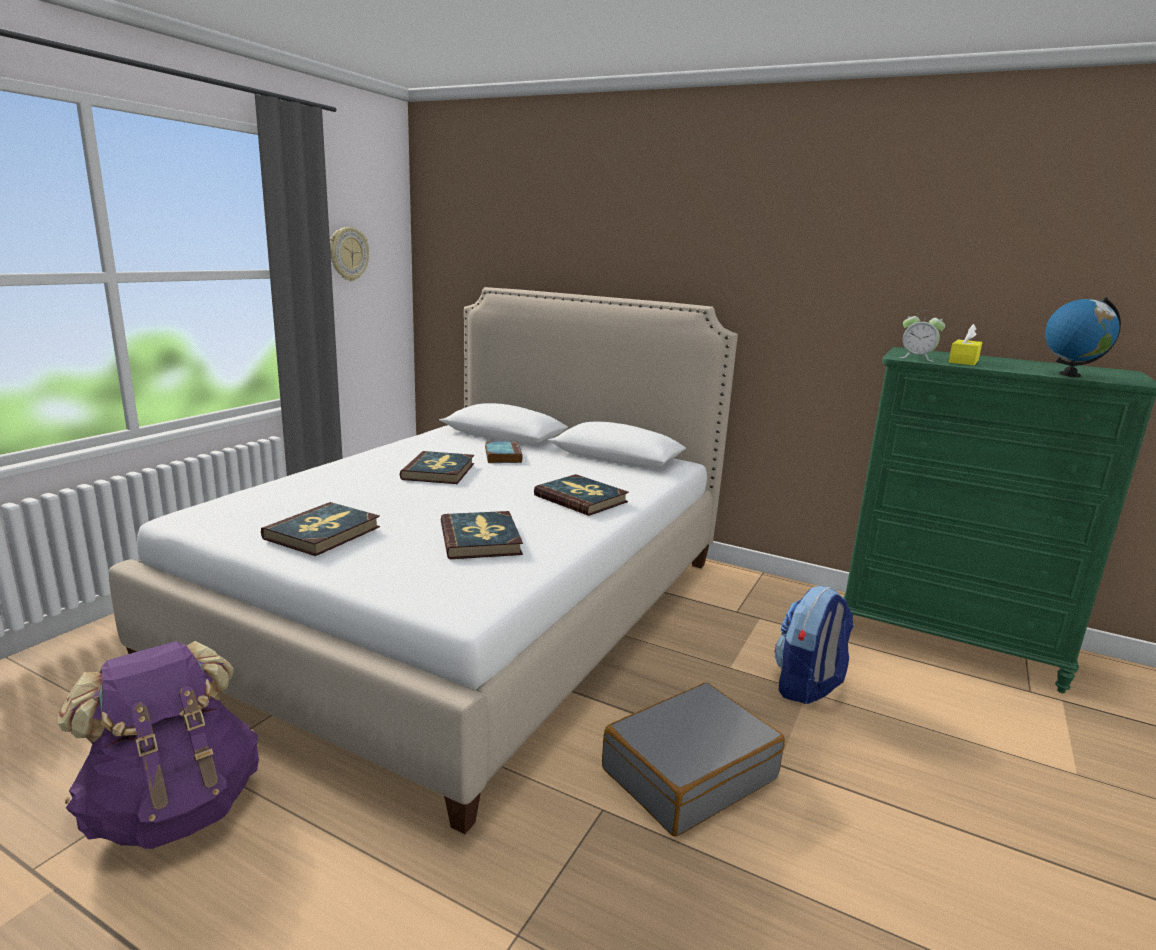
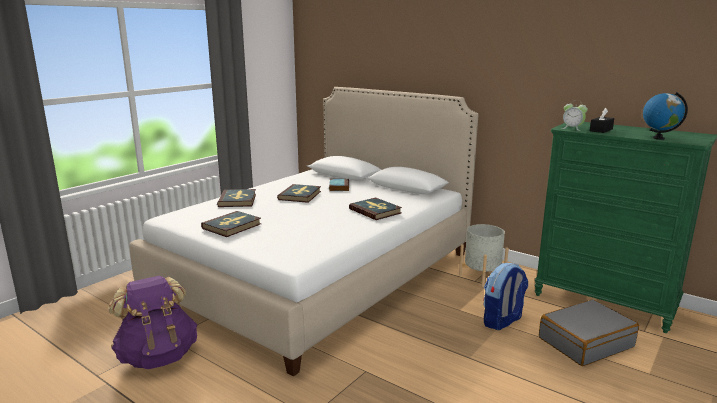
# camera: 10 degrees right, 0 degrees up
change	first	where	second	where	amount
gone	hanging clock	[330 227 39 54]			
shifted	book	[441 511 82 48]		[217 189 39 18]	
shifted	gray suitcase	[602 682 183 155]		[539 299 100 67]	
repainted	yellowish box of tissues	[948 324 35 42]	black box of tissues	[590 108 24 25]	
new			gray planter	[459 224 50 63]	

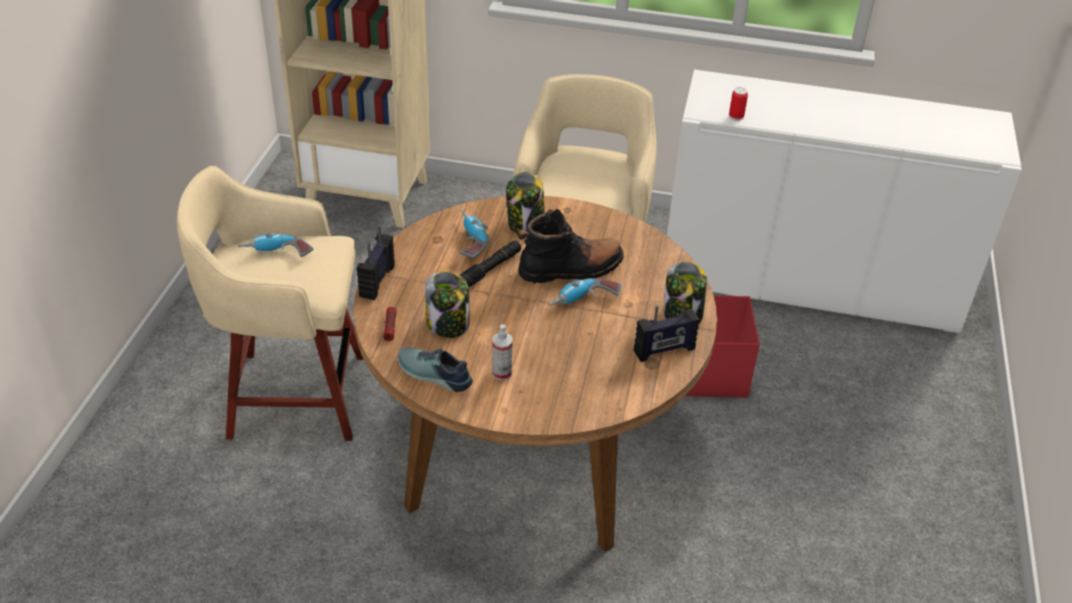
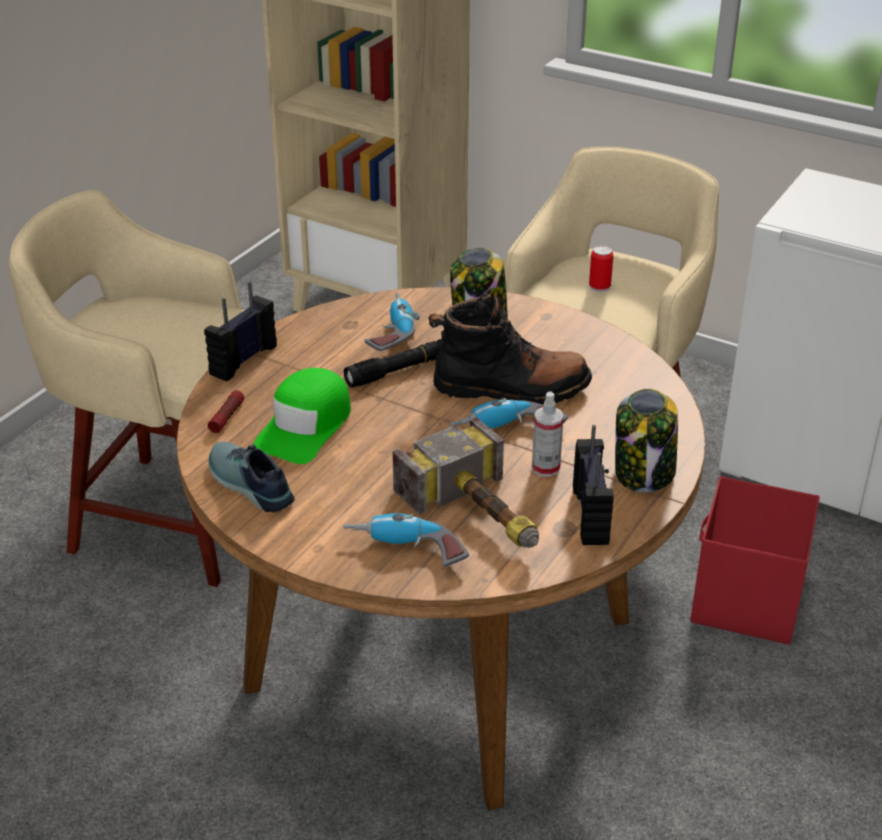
# camera: 20 degrees right, 5 degrees down
change	first	where	second	where	amount
shifted	electric drill	[238 232 75 25]		[344 513 125 54]	
swapped	jar	[425 271 45 67]	green peaked cap	[253 368 98 96]	
shifted	sprayer	[492 324 21 57]		[532 391 32 86]	
rotated	radio set	[634 299 66 63]		[573 425 41 120]	90 degrees counterclockwise
shifted	metal can	[729 87 19 34]		[589 245 24 48]	
new			hand hammer	[392 417 147 131]	

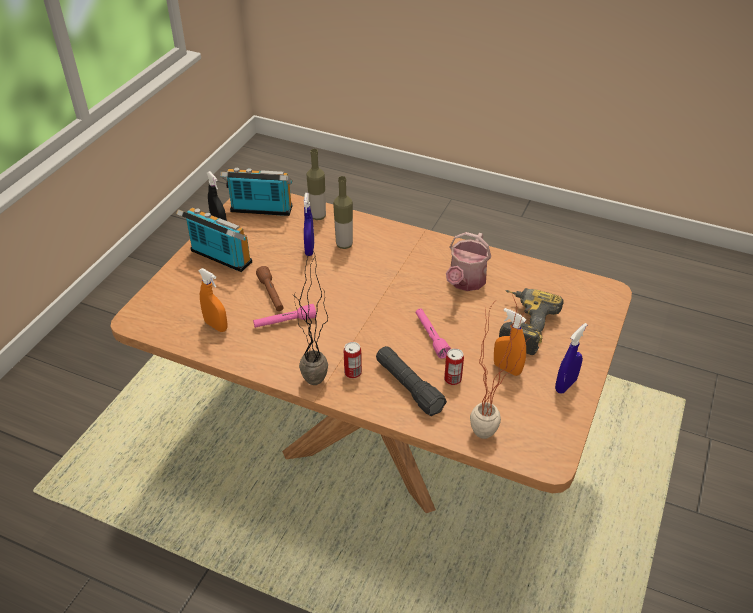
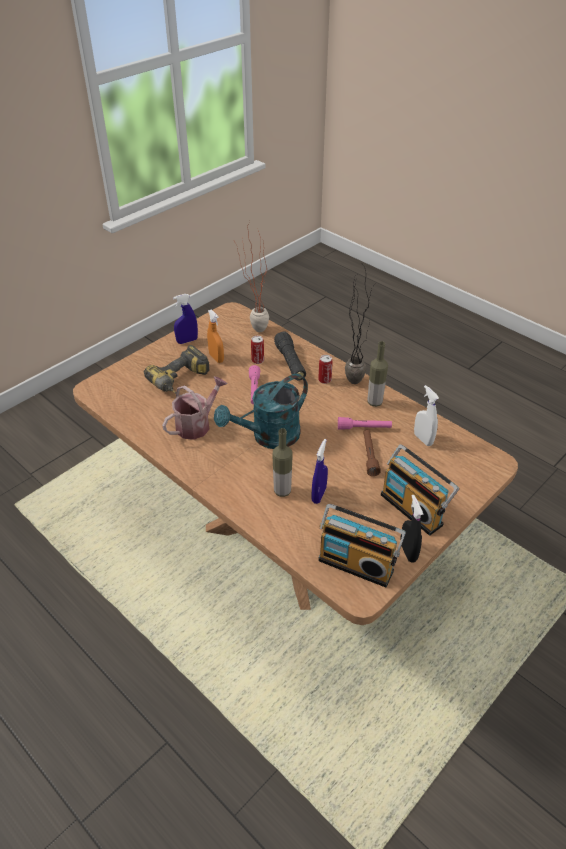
# camera: 160 degrees left, 0 degrees up
change	first	where	second	where	amount
repainted	orange sprayer	[198 268 30 64]	white sprayer	[414 385 25 61]	
shifted	beverage bottle	[306 149 20 71]		[367 341 21 66]	
new			blue-green watering can	[214 374 94 75]	

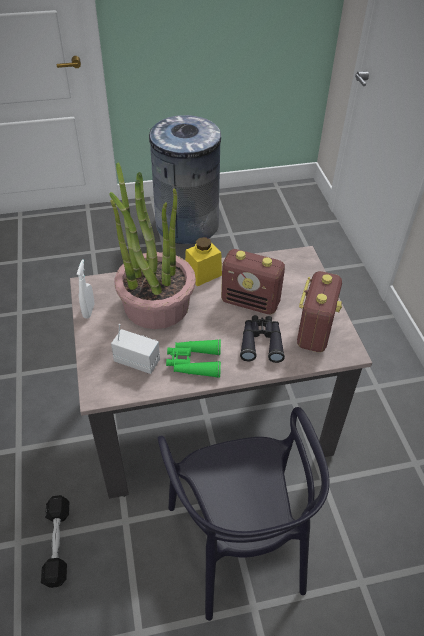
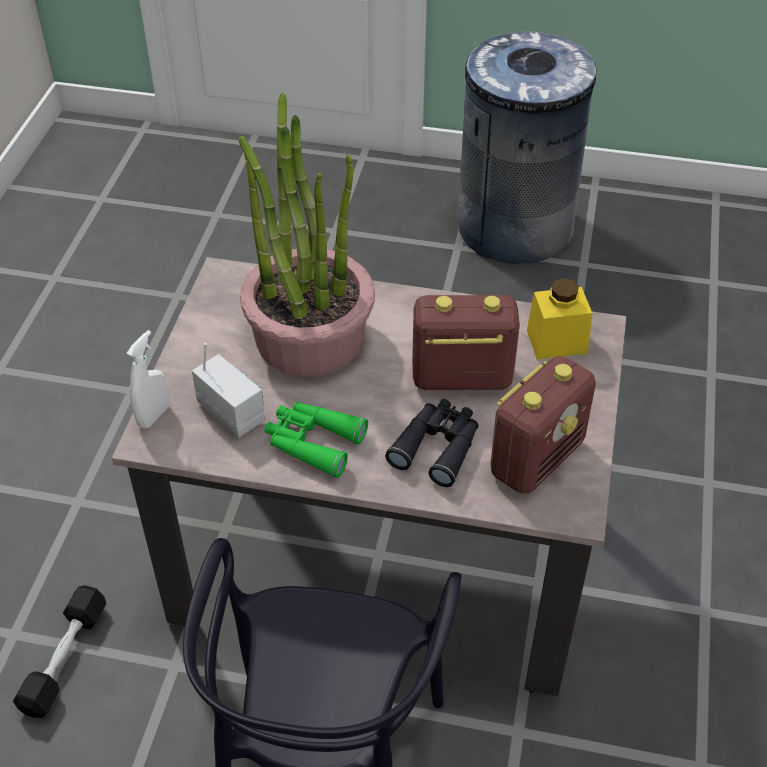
# camera: 25 degrees right, 0 degrees up
change	first	where	second	where	amount
shifted	white sprayer	[77 259 18 59]		[127 330 42 99]	
shifted	yellowish jar	[185 237 37 49]		[527 278 65 81]	
rotated	radio set	[221 249 64 65]		[412 295 108 95]	135 degrees clockwise

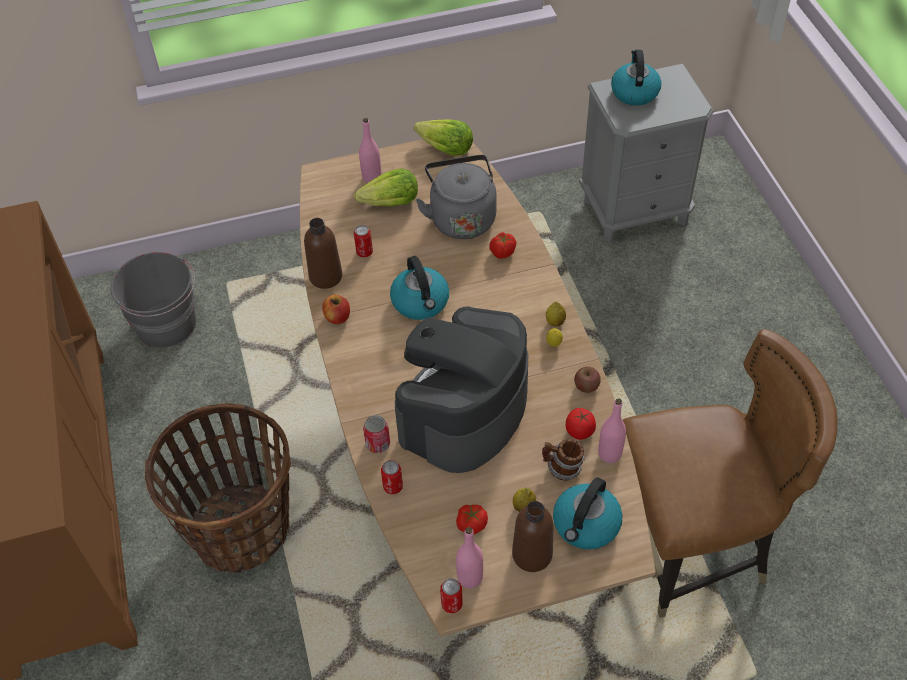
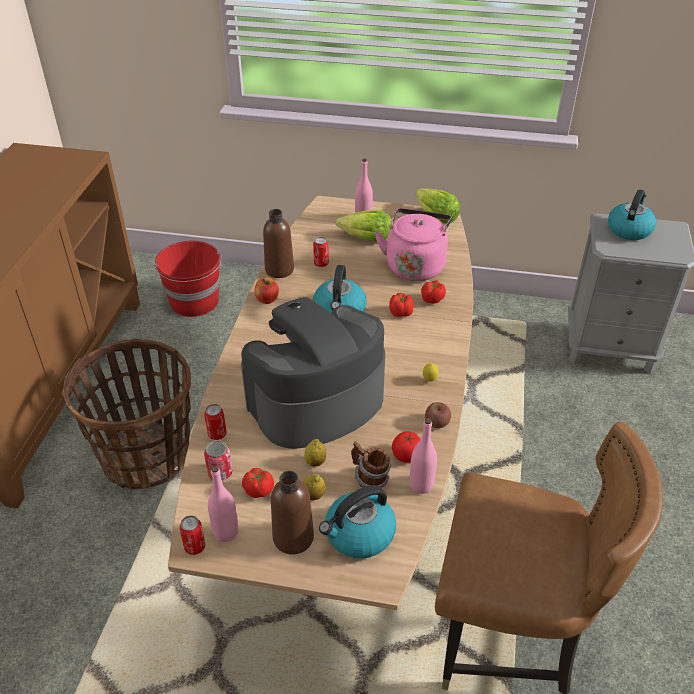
# camera: 25 degrees right, 10 degrees down
change	first	where	second	where	amount
repainted	gray bucket	[110 252 86 96]	red-coloured bucket	[155 241 67 76]	
shifted	metal can	[363 415 27 38]		[204 440 29 41]	
repainted	gray kettle	[416 155 81 84]	pinkish kettle	[375 208 77 73]	
shifted	lemon	[546 301 20 26]		[305 439 21 28]	
new			tomato	[389 293 25 24]	

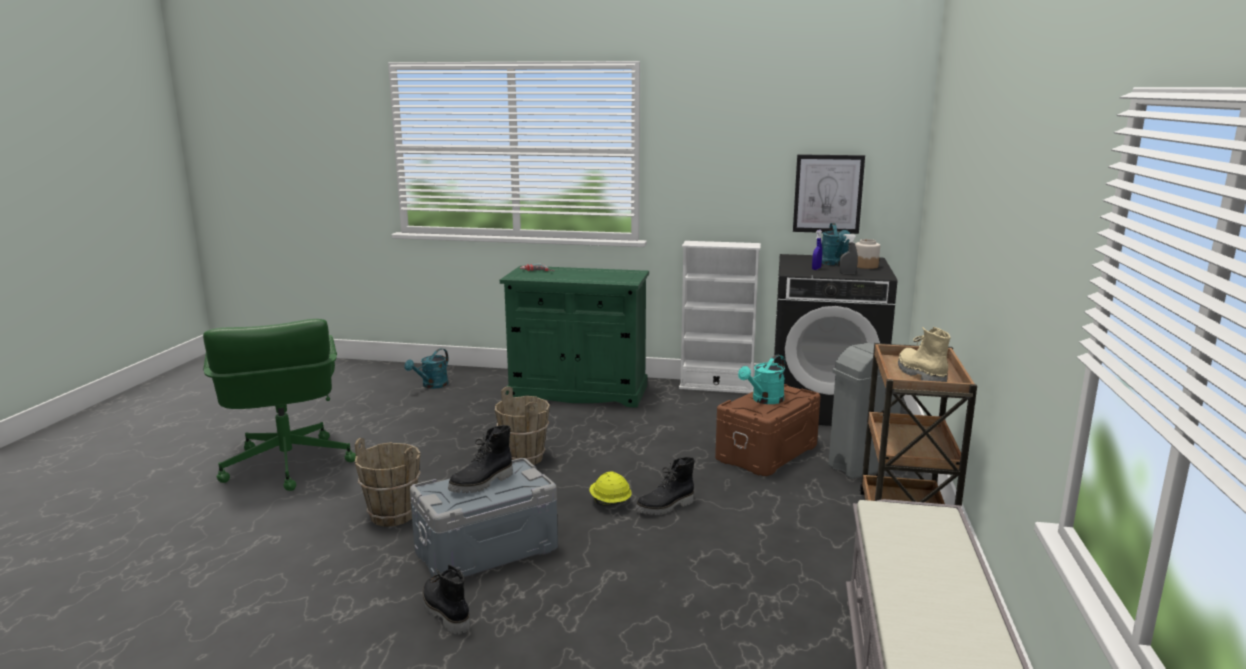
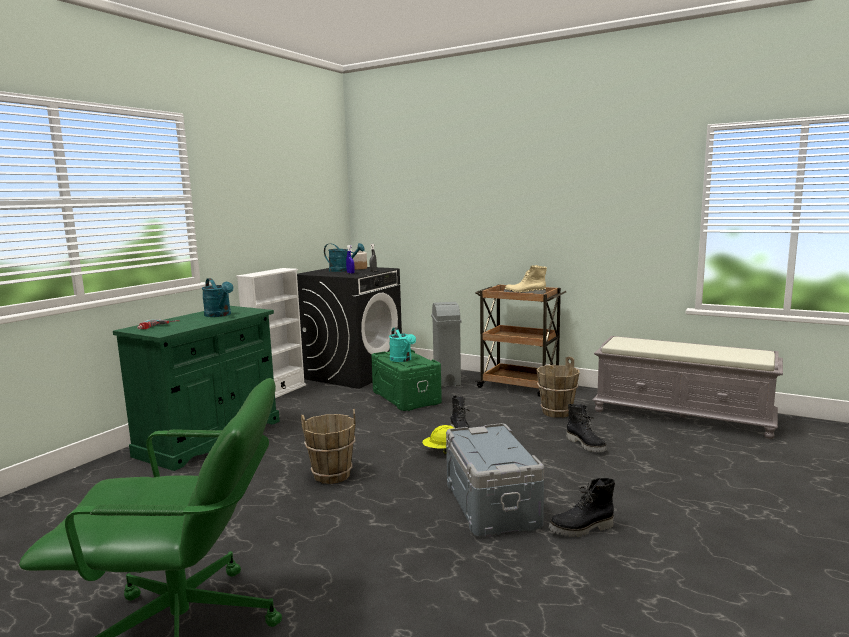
# camera: 70 degrees left, 5 degrees down
change	first	where	second	where	amount
shifted	brownish bucket	[355 438 66 89]		[536 357 43 61]	
shifted	blue-green watering can	[404 348 44 41]		[202 278 31 39]	
shifted	black high-top boot	[448 425 65 68]		[567 404 40 48]	
repainted	brownish storage bin	[715 384 106 92]	green storage bin	[371 350 71 61]	
gone	picture	[793 154 72 80]			

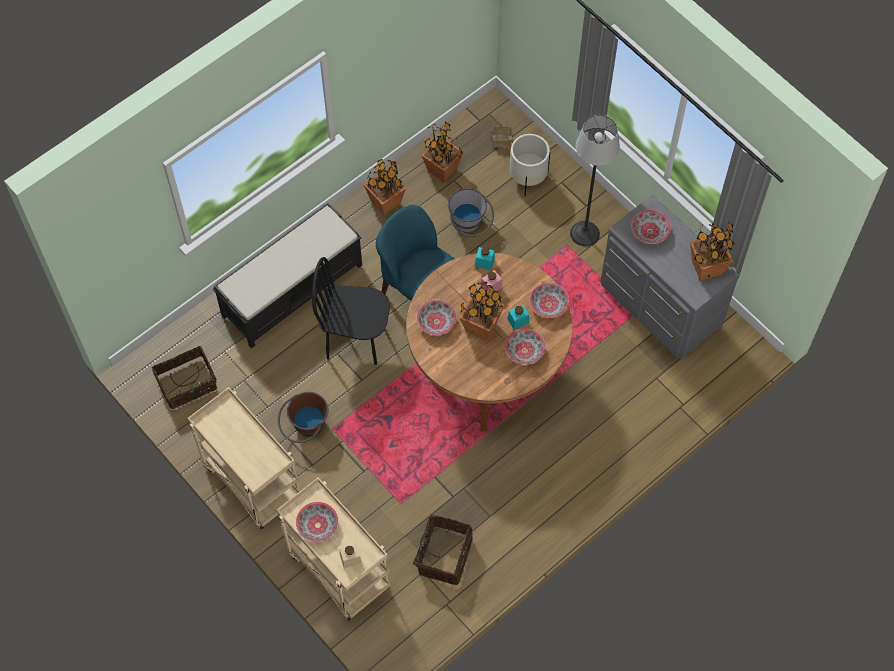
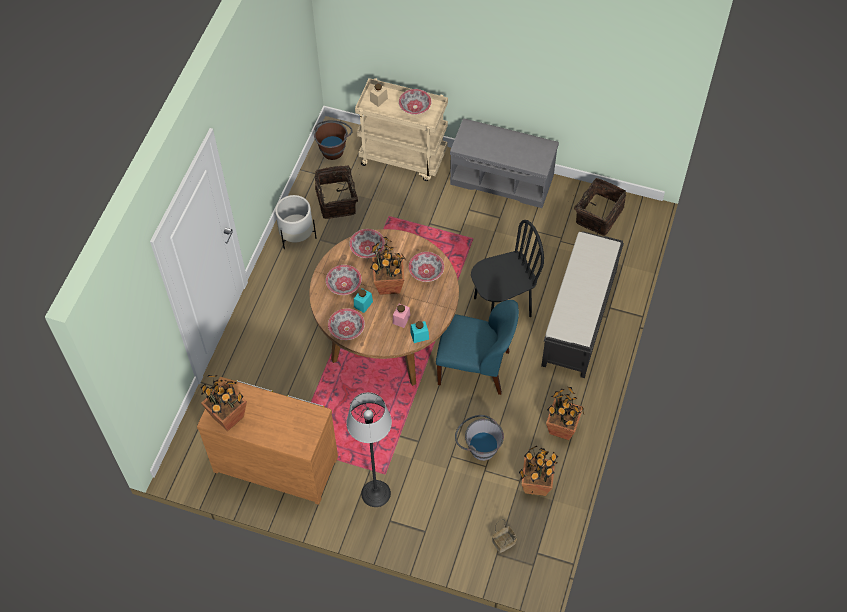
# camera: 150 degrees right, 5 degrees down
change	first	where	second	where	amount
swapped	sand-coloured wheeled cart	[188 387 112 143]	gray long seat	[450 118 109 90]	
shifted	brownish bucket	[278 392 51 51]		[314 120 39 40]	
shifted	white planter	[509 134 41 62]		[275 195 42 54]	
repainted	gray chest of drawers	[600 195 139 166]	brownish chest of drawers	[197 377 141 128]	
shifted	serving bowl	[631 210 40 34]		[349 229 36 29]	

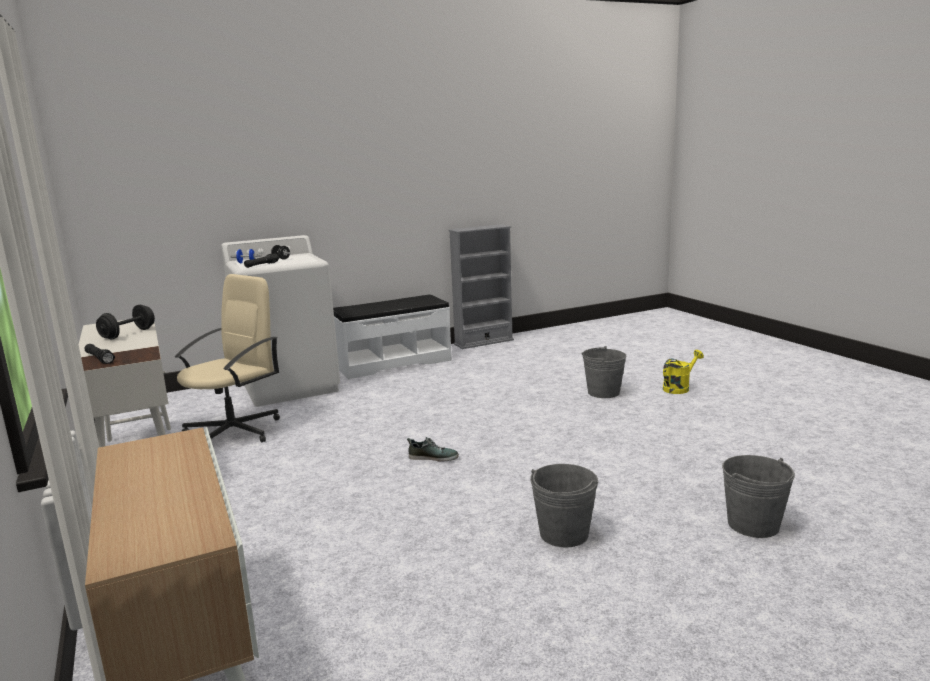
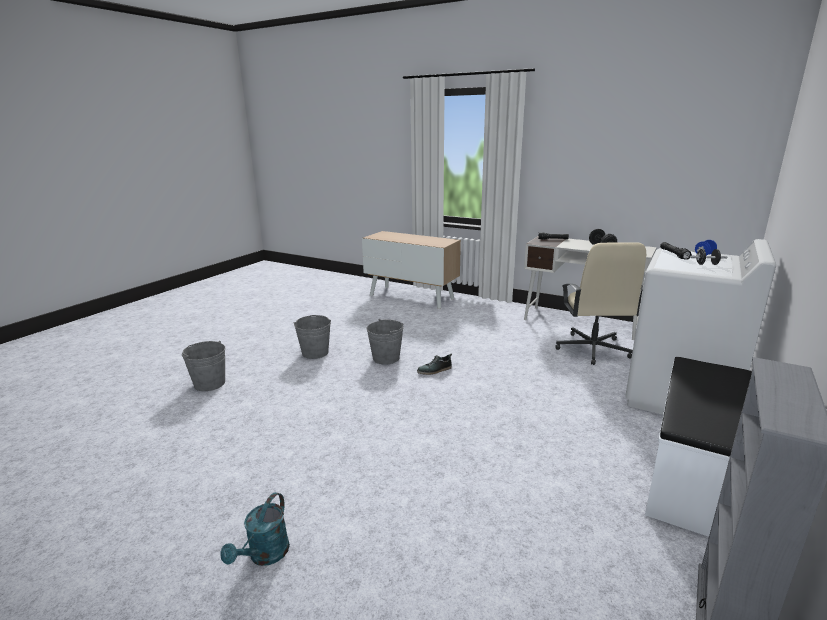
# camera: 145 degrees right, 5 degrees up
change	first	where	second	where	amount
shifted	gray bucket	[581 346 45 52]		[367 319 37 45]	
repainted	yellowish watering can	[663 350 41 44]	blue-green watering can	[220 492 70 74]	

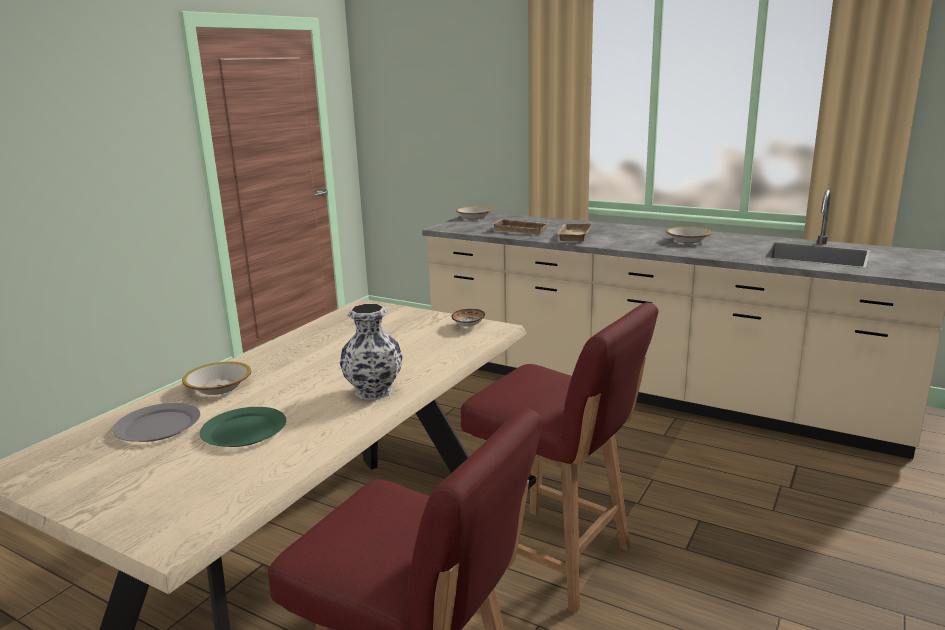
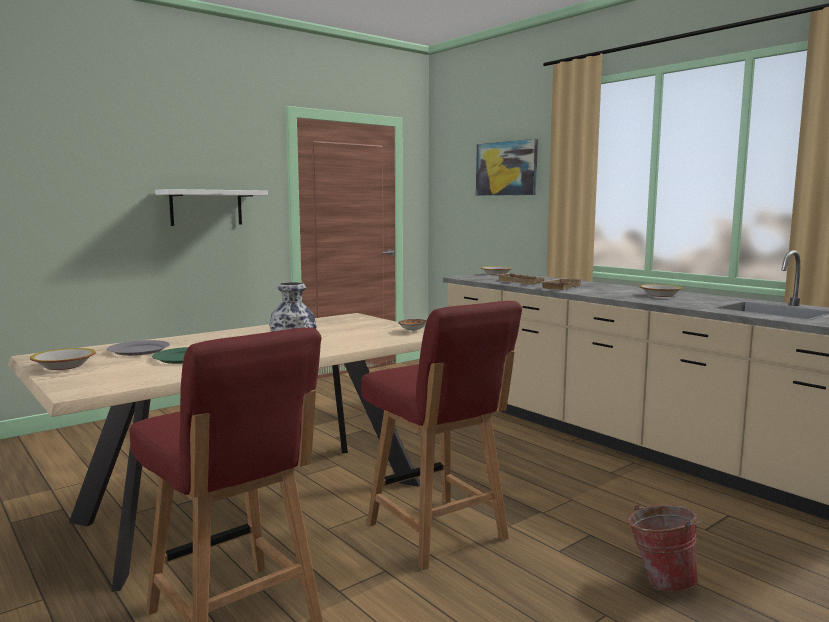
# camera: 20 degrees right, 10 degrees down
change	first	where	second	where	amount
shifted	serving bowl	[182 362 69 33]		[30 348 66 22]	
new			white wall shelf	[155 189 113 37]	
new			picture	[476 139 62 57]	
new			bucket	[627 505 75 88]	

